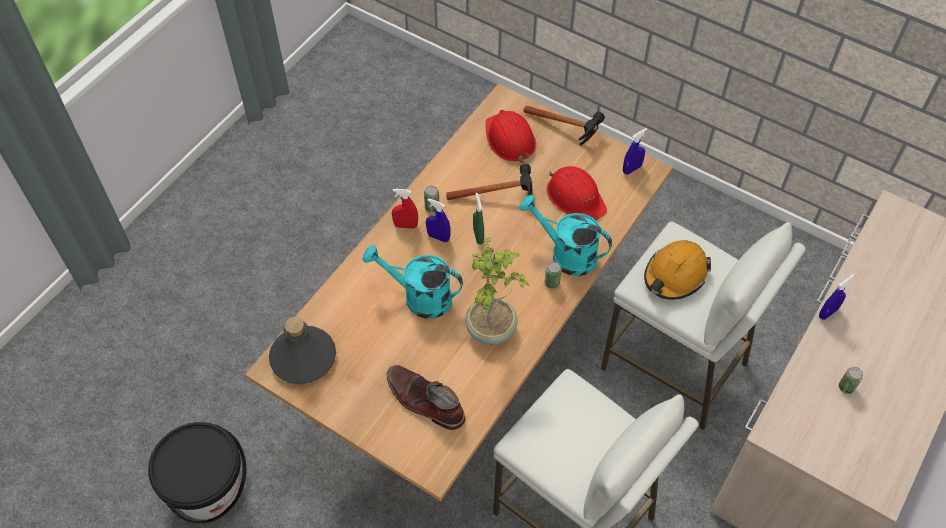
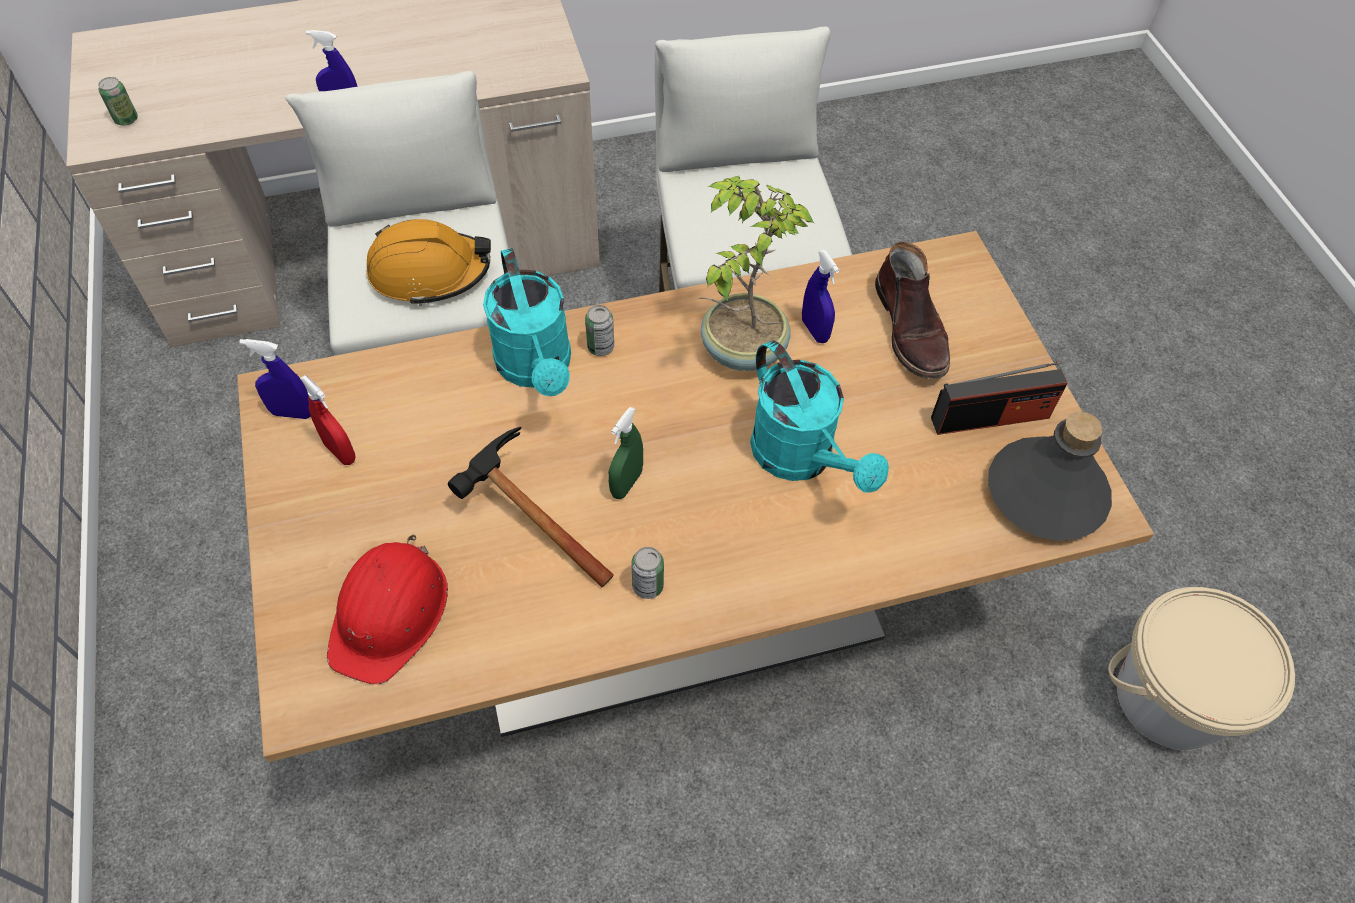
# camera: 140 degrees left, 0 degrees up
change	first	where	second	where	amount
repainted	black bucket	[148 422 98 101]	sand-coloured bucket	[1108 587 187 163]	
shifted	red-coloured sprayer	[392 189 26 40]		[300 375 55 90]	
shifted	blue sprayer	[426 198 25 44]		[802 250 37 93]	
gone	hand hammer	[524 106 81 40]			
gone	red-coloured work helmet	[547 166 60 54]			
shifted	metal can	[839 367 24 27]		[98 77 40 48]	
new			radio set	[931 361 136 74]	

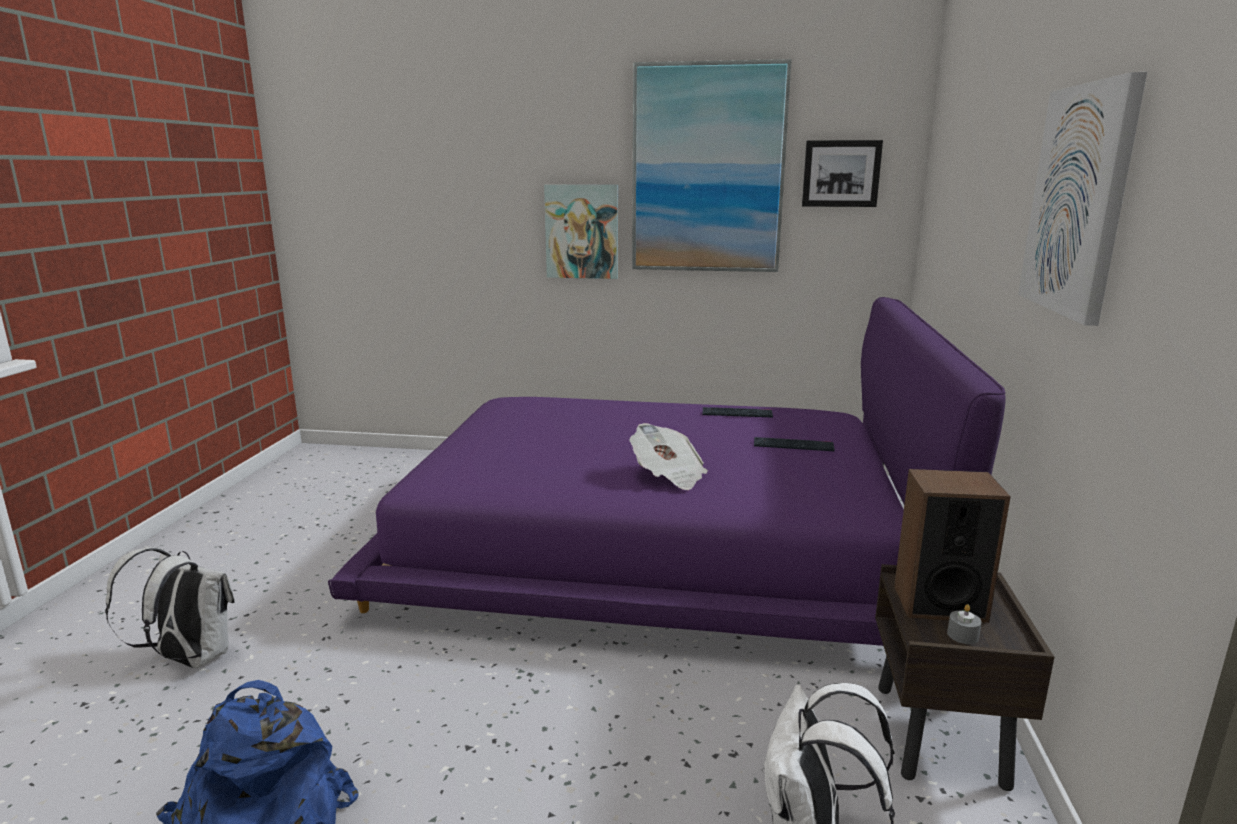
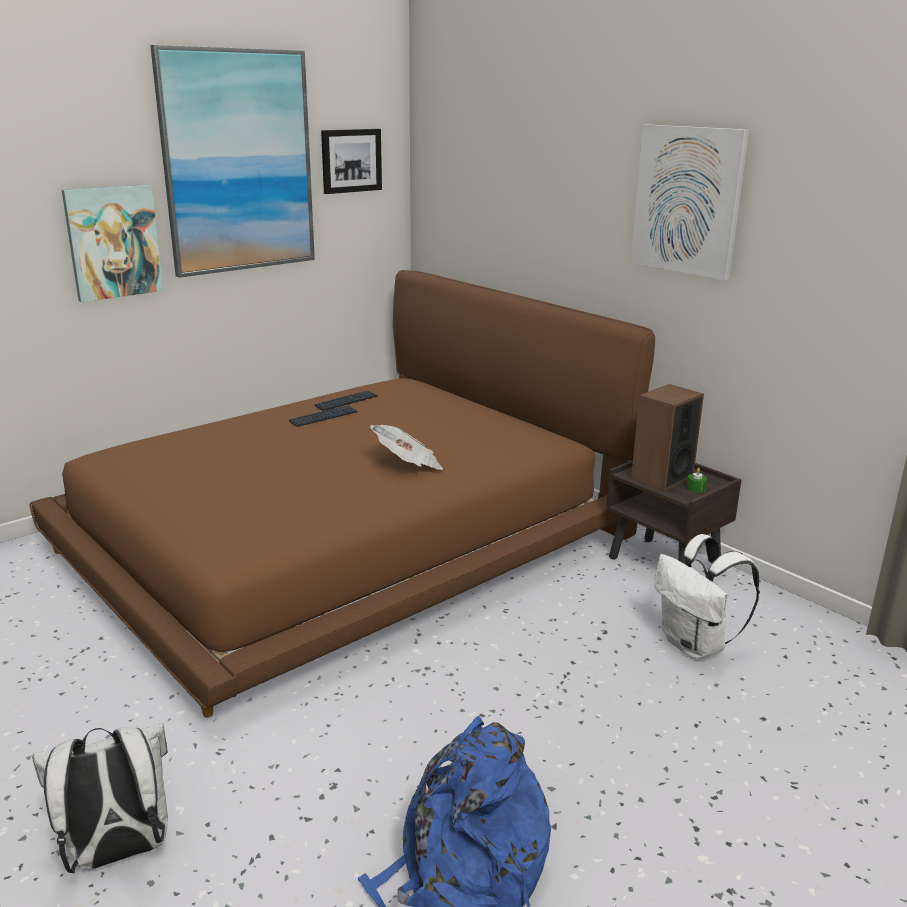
# camera: 50 degrees left, 5 degrees up
change	first	where	second	where	amount
repainted	purple-coloured sleeping bed	[328 297 678 349]	brownish sleeping bed	[29 270 626 448]	
shifted	computer keyboard	[754 437 81 14]		[289 405 69 22]	
repainted	gray wax candle	[947 604 35 40]	green wax candle	[686 468 21 25]	

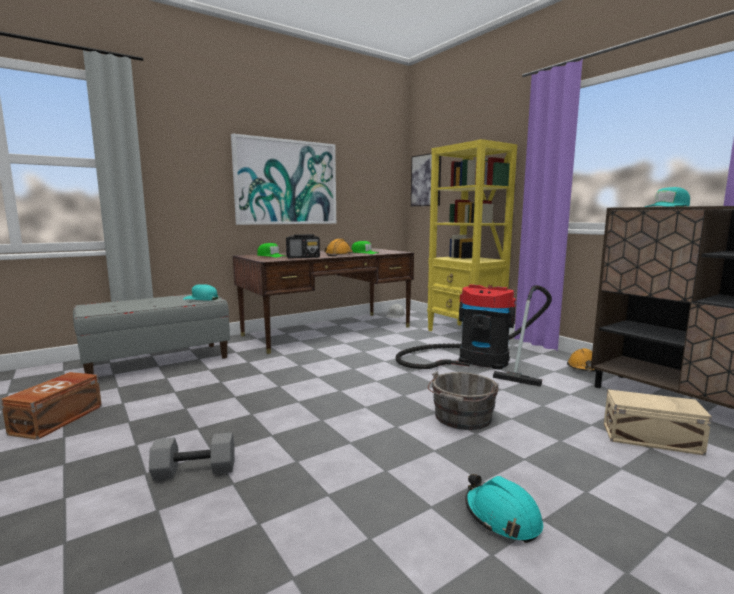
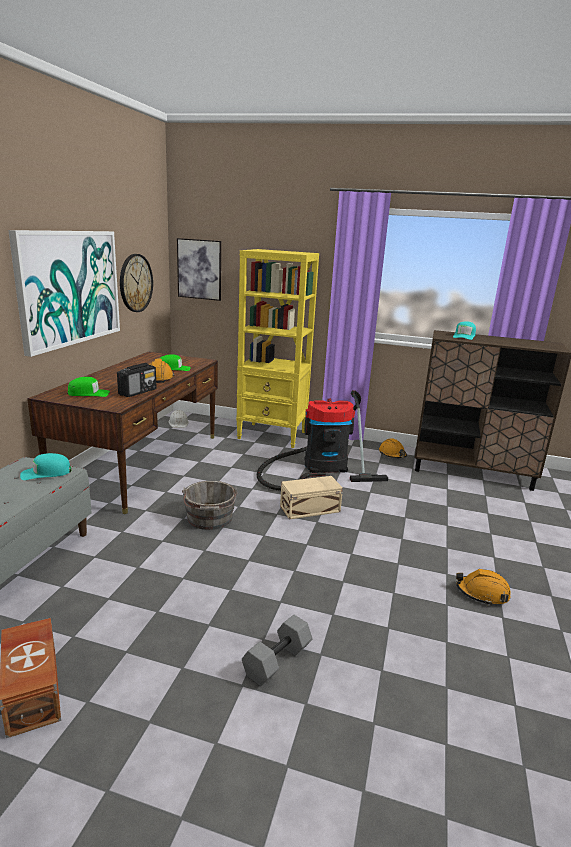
# camera: 40 degrees left, 10 degrees up
change	first	where	second	where	amount
shifted	gray bucket	[428 371 71 59]		[182 481 55 49]	
repainted	blue-green work helmet	[465 474 78 69]	orange work helmet	[456 569 55 36]	
shifted	sand-coloured storage bin	[604 389 108 67]		[280 476 63 43]	
new			hanging clock	[120 254 33 58]	

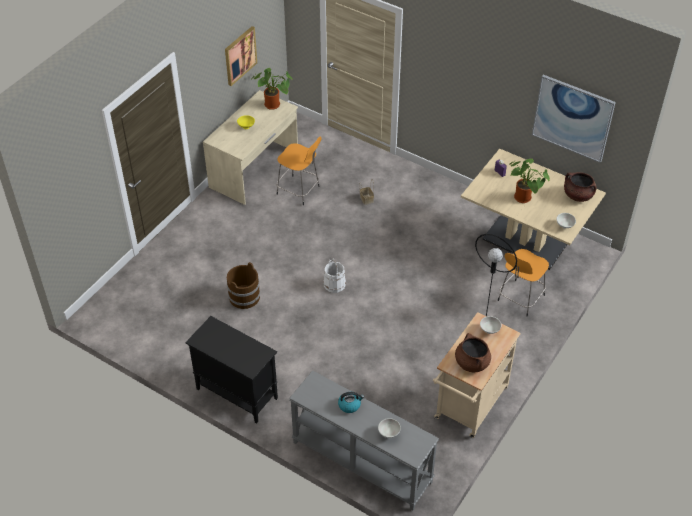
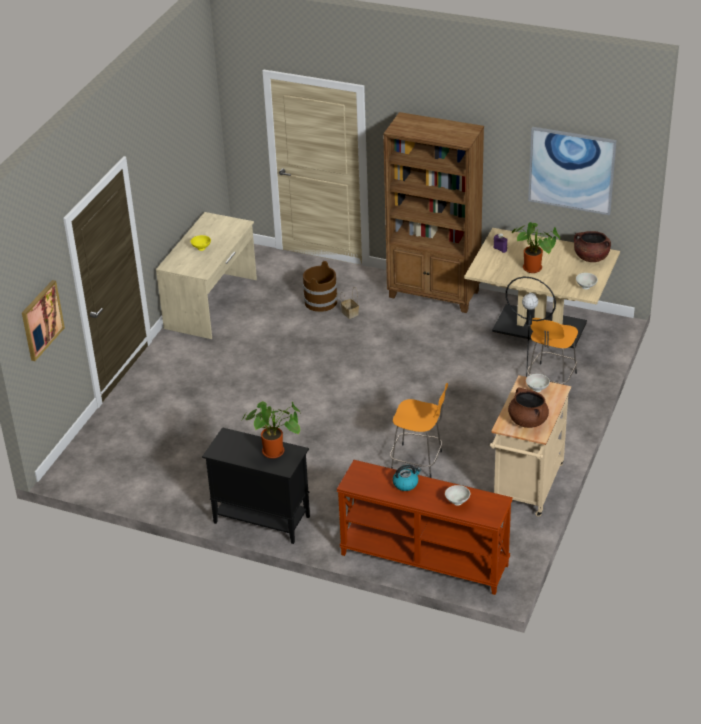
# camera: 10 degrees left, 10 degrees down
change	first	where	second	where	amount
shifted	picture	[225 26 32 60]		[22 280 43 81]	
shifted	brownish bucket	[227 262 33 47]		[303 261 35 51]	
shifted	plant in a pot	[252 68 40 42]		[242 401 59 58]	
shifted	orange sitting stool	[276 136 46 69]		[390 383 58 95]	
repainted	gray hall table	[289 370 150 141]	brownish hall table	[337 460 176 135]	
gone	white bucket	[324 258 22 35]			
new			brownish bookcase	[383 112 101 201]	

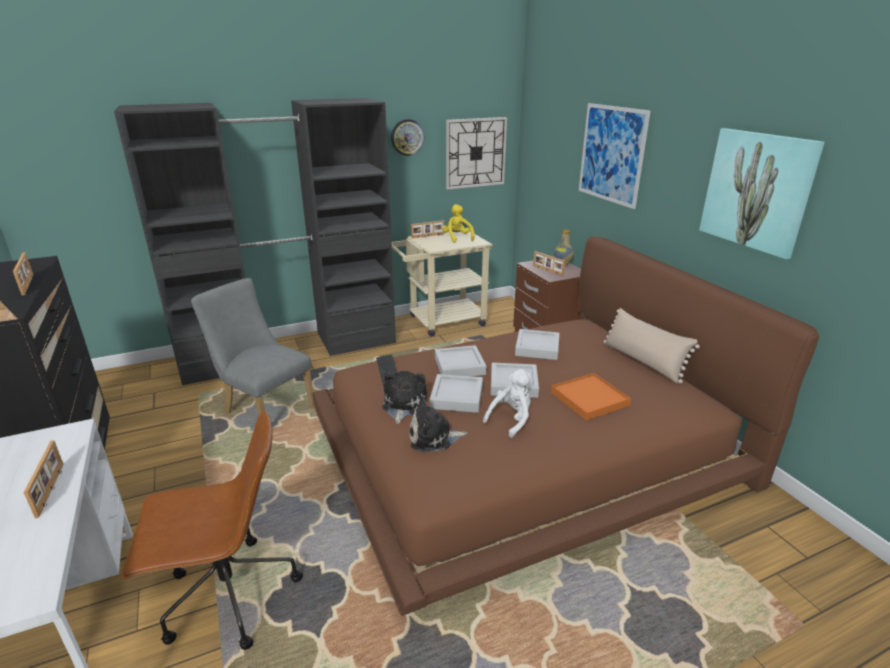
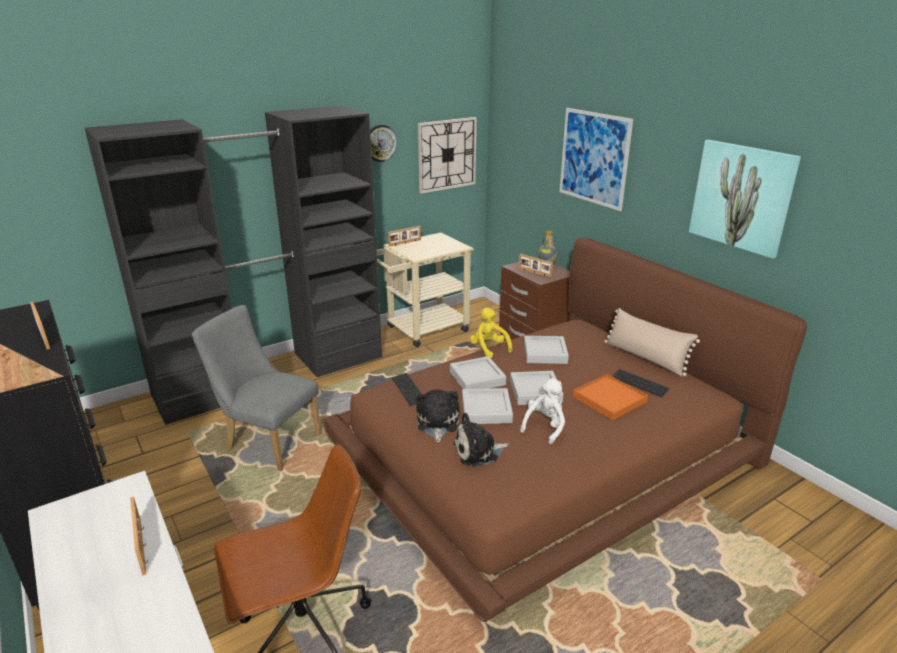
# camera: 10 degrees left, 0 degrees up
change	first	where	second	where	amount
shifted	yellowish soft toy	[442 204 32 39]		[470 308 43 50]	
new			computer keyboard	[612 369 58 28]	

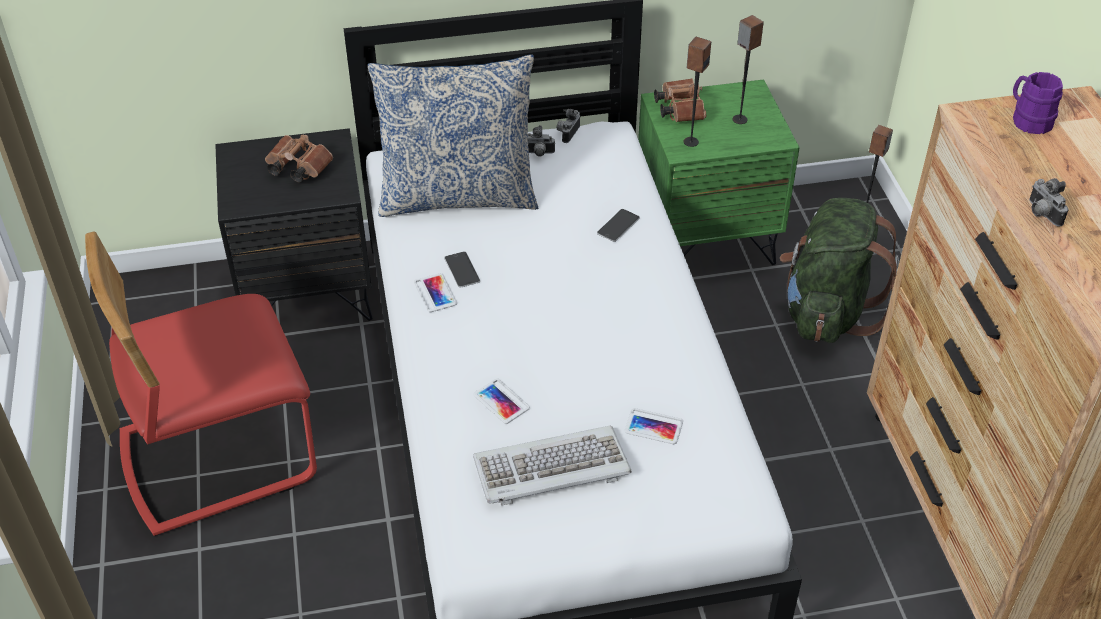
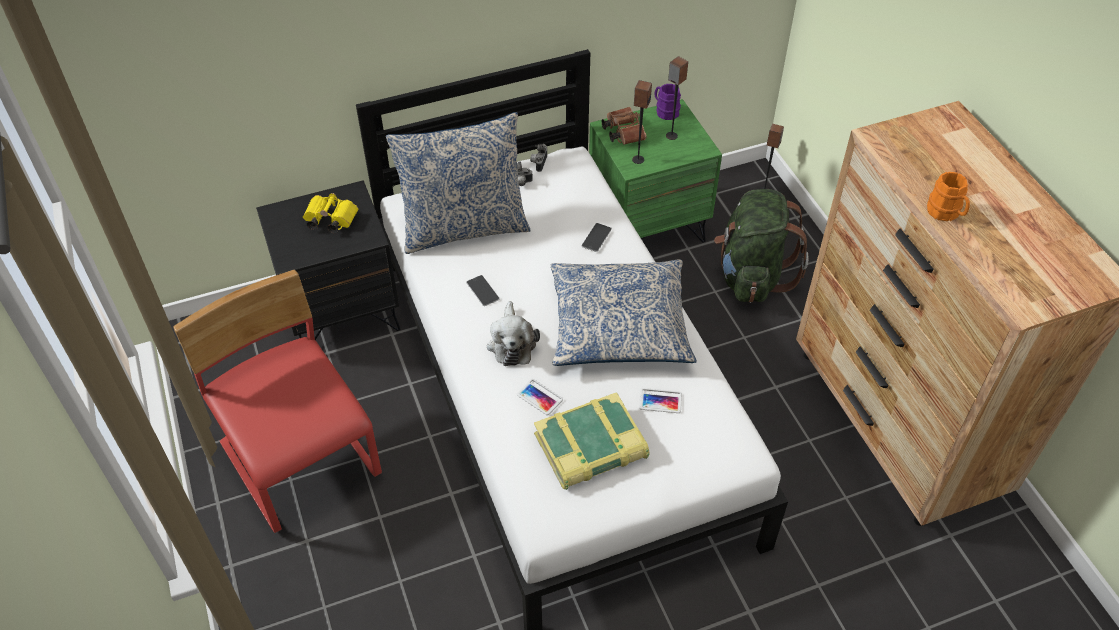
# camera: 10 degrees left, 5 degrees up
change	first	where	second	where	amount
rotated	red-coloured plain chair	[85 231 232 305]		[173 270 209 263]	90 degrees clockwise
repainted	brownish field glasses	[265 135 68 48]	yellowish field glasses	[303 193 55 41]	
gone	telephone	[414 273 43 39]			
swapped	computer keyboard	[473 426 159 80]	book	[534 392 115 98]	
shifted	purple-coloured coffee mug	[1013 72 50 62]		[654 84 27 36]	
swapped	photo camera	[1029 178 40 49]	orange coffee mug	[927 172 43 49]	
new			soft toy	[487 301 53 65]	
new			pillow	[551 259 146 107]	

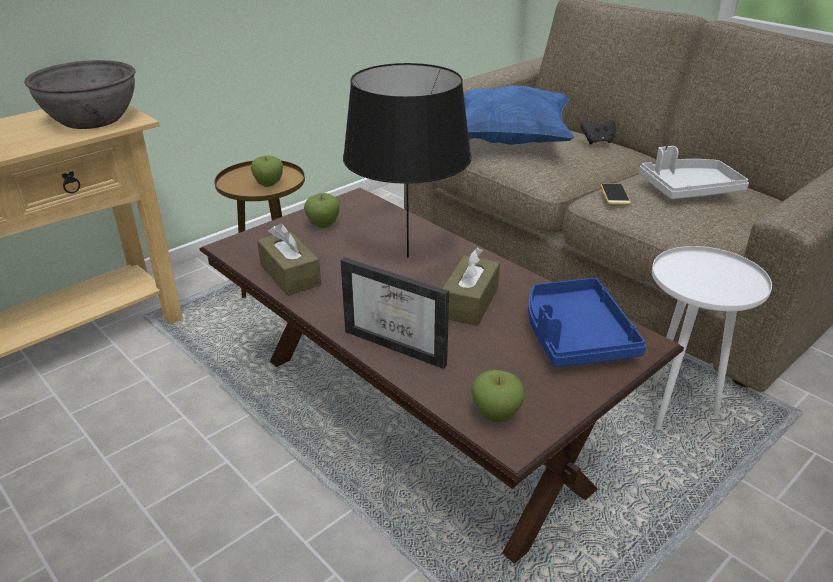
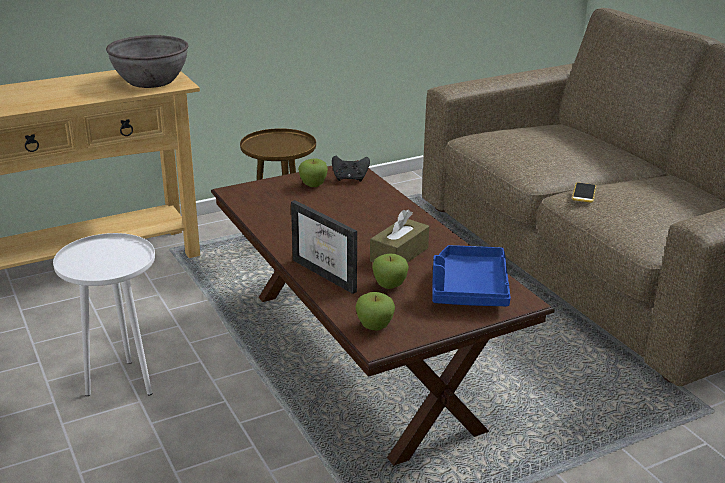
# camera: 15 degrees right, 5 degrees down
change	first	where	second	where	amount
shifted	apple fruit	[251 156 32 31]		[372 254 37 35]	
gone	brownish box of tissues	[257 223 64 73]			
gone	black tabletop lamp	[343 63 128 195]			
gone	blue pillow	[464 85 111 60]			
shifted	black game controller	[581 120 35 24]		[332 156 38 26]	
gone	gray tray	[639 146 110 53]			
shifted	white accent table	[652 246 120 184]		[53 233 102 163]	

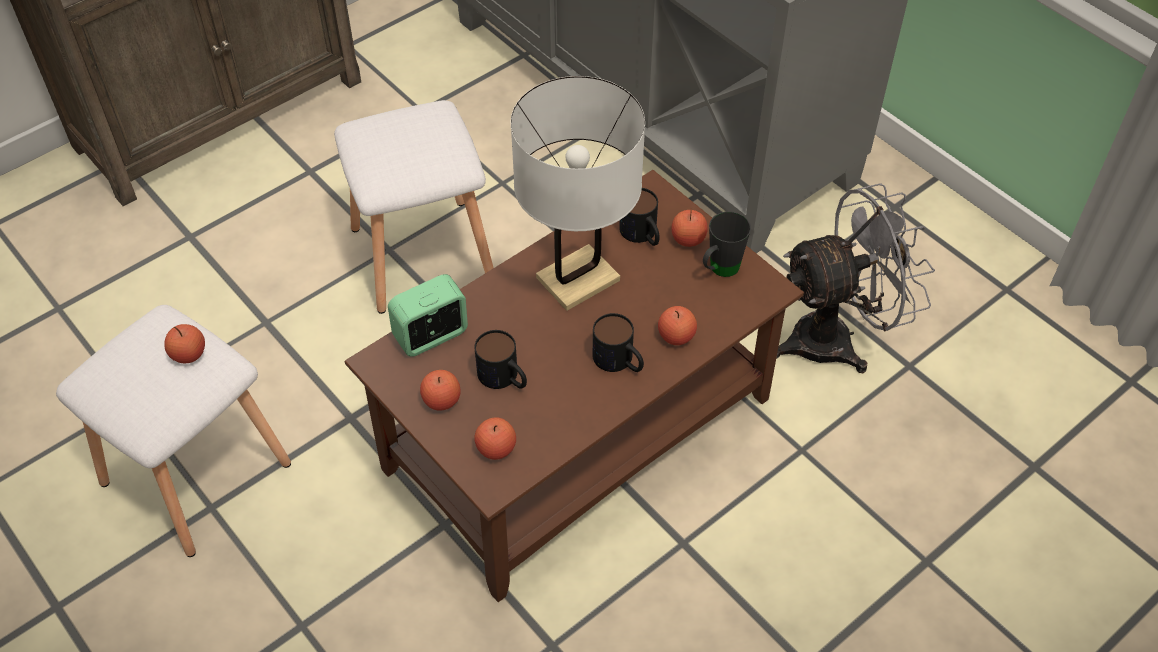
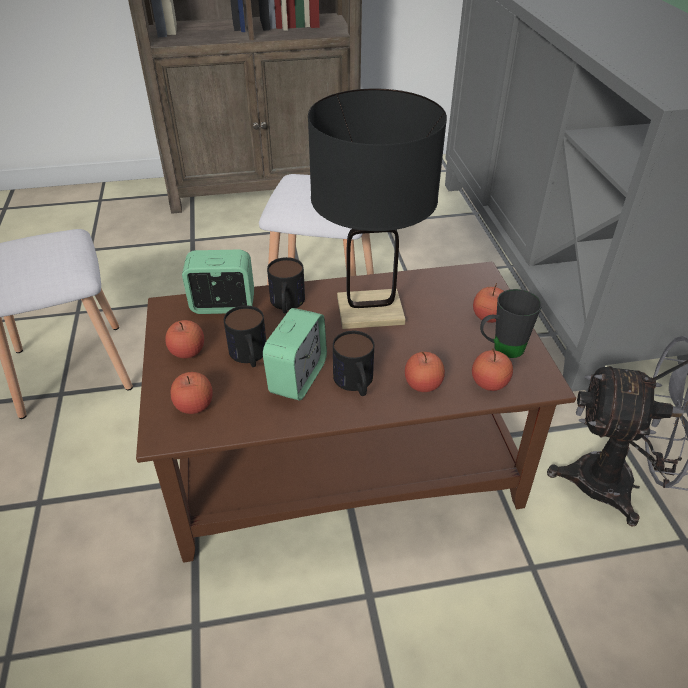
# camera: 30 degrees right, 10 degrees down
change	first	where	second	where	amount
shifted	apple fruit	[164 324 41 39]		[472 348 41 43]	
repainted	white tabletop lamp	[511 76 134 235]	black tabletop lamp	[308 89 139 240]	
shifted	coffee mug	[619 188 41 58]		[267 257 38 56]	
new			bedside clock	[263 308 64 93]	

